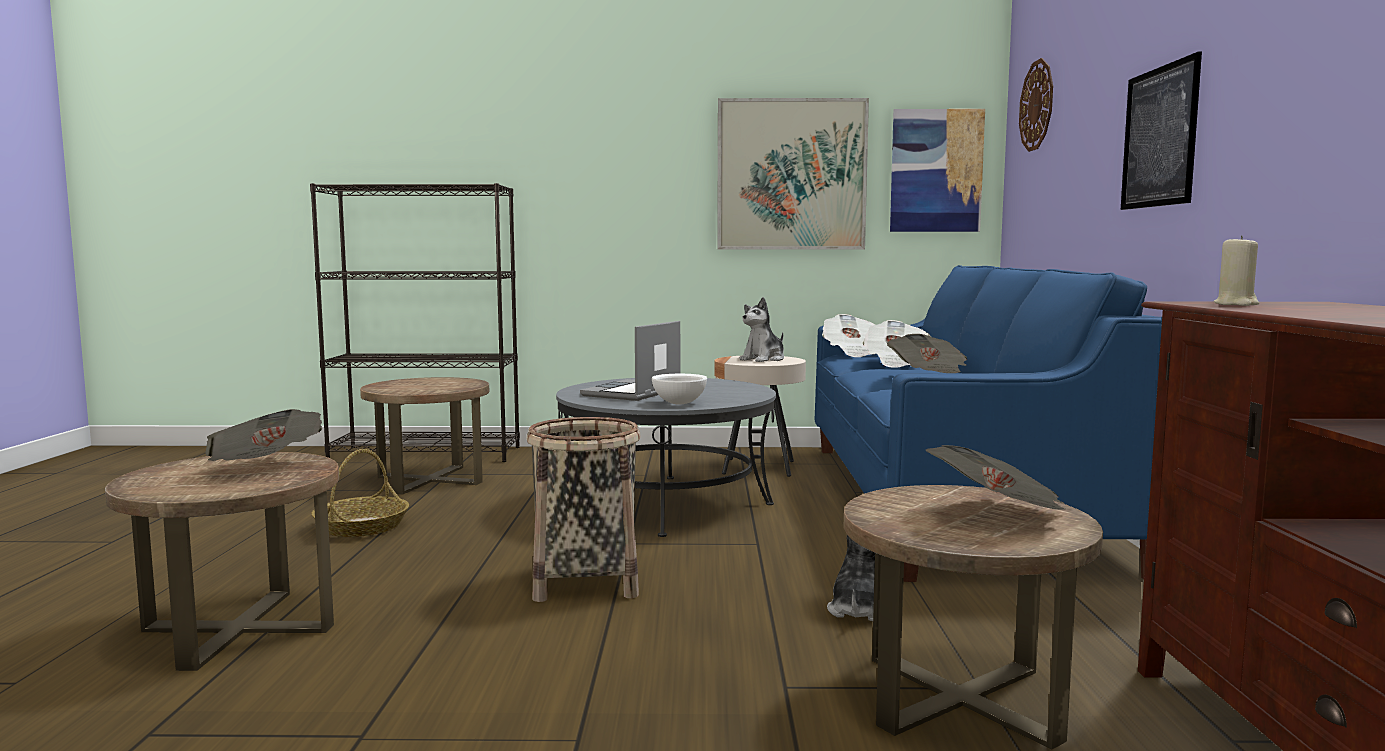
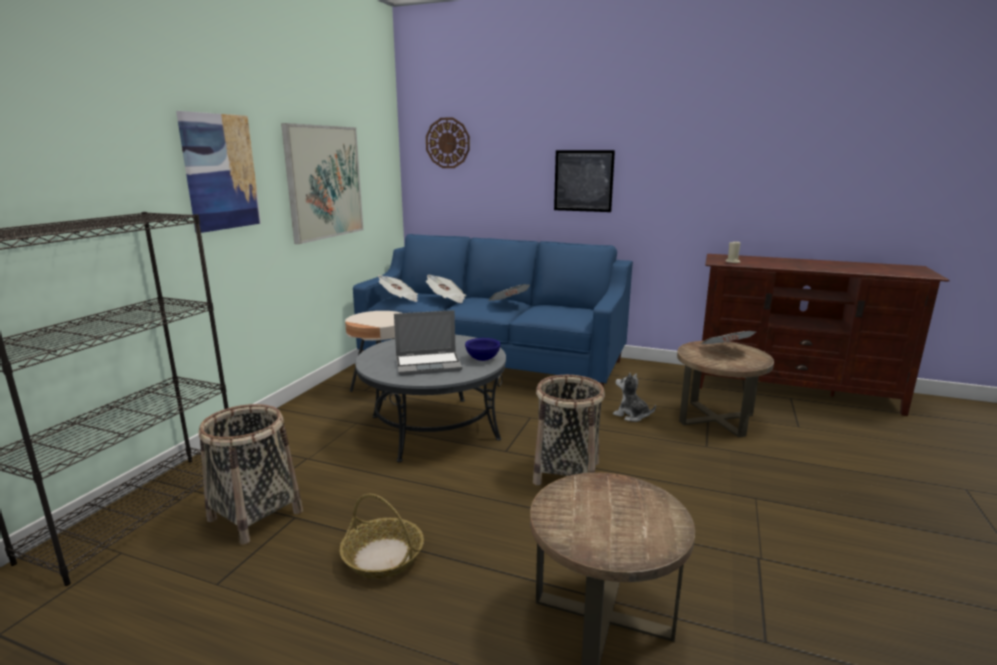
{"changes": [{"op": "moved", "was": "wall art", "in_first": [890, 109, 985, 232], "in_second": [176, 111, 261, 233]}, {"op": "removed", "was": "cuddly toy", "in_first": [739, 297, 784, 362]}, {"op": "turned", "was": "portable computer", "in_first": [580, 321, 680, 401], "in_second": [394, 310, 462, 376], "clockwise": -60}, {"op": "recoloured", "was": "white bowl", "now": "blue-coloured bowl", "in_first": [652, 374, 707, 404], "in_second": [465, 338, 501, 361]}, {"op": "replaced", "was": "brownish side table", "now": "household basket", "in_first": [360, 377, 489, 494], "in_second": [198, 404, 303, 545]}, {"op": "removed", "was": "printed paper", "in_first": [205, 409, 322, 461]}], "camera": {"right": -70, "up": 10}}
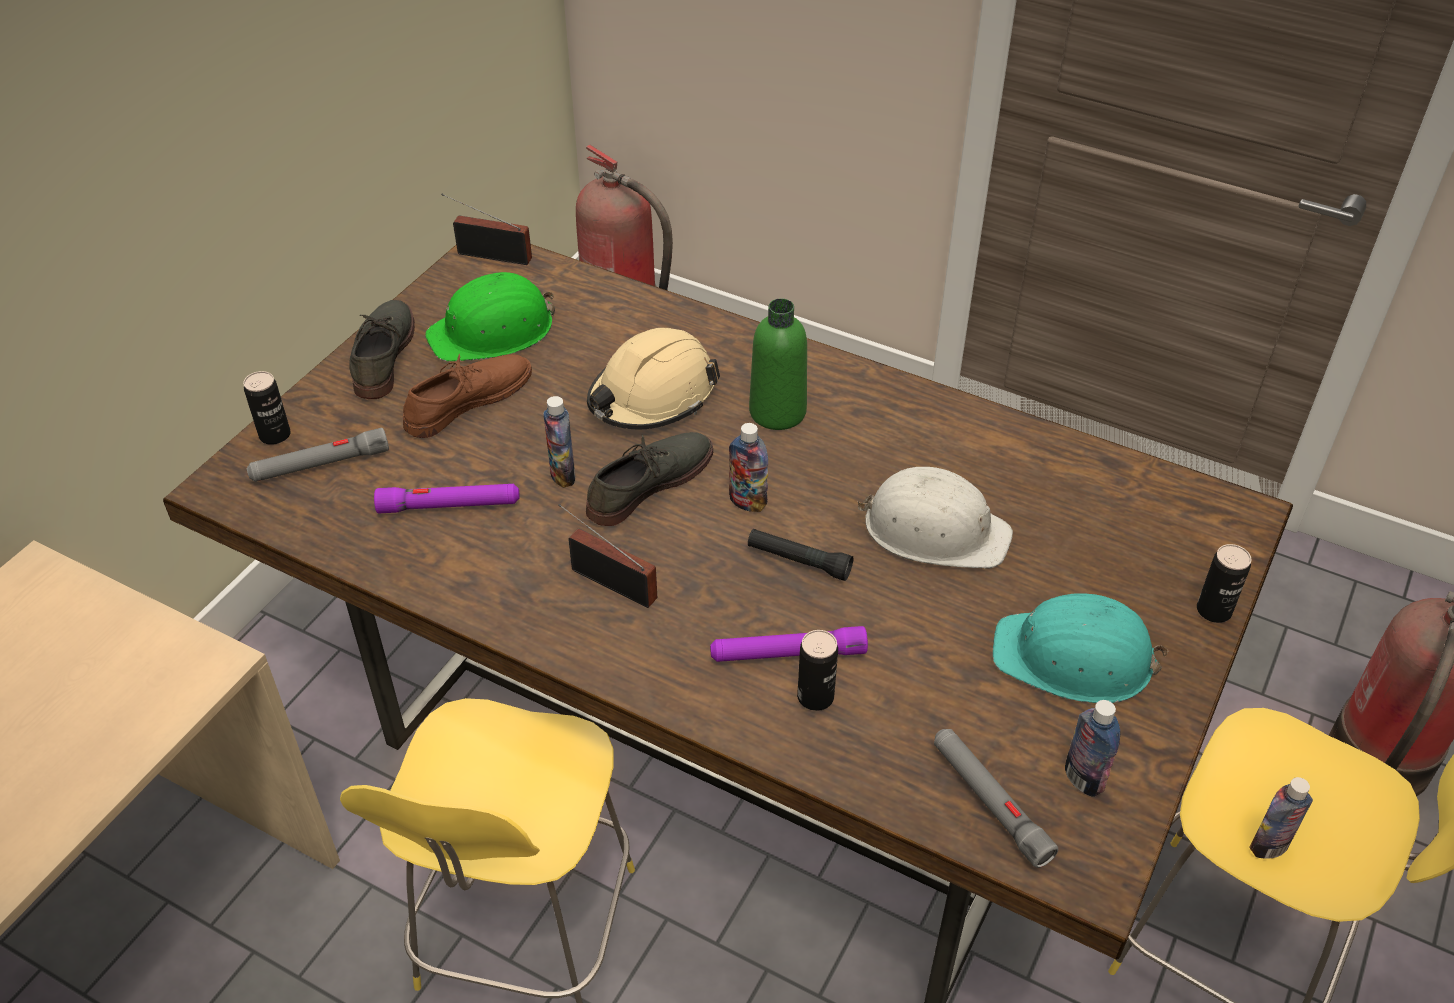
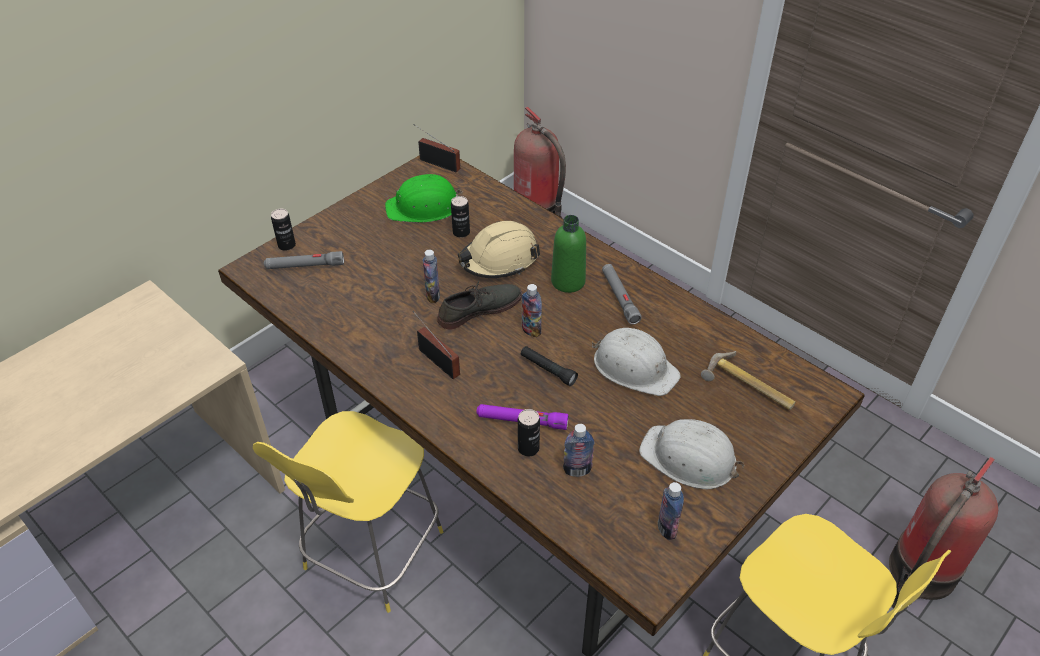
{"changes": [{"op": "removed", "was": "greyish item of footwear", "in_first": [350, 300, 415, 399]}, {"op": "removed", "was": "brownish item of footwear", "in_first": [403, 354, 532, 438]}, {"op": "removed", "was": "purplish torch", "in_first": [374, 484, 520, 513]}, {"op": "moved", "was": "sealed can", "in_first": [1197, 544, 1251, 623], "in_second": [451, 196, 470, 238]}, {"op": "recoloured", "was": "turquoise-coloured hard hat", "now": "white hard hat", "in_first": [993, 593, 1169, 703], "in_second": [639, 419, 745, 489]}, {"op": "moved", "was": "greyish torch", "in_first": [934, 729, 1058, 868], "in_second": [602, 264, 642, 325]}, {"op": "moved", "was": "drink bottle", "in_first": [1249, 777, 1313, 859], "in_second": [563, 424, 594, 477]}, {"op": "added", "now": "hand hammer", "in_second": [701, 351, 795, 410]}], "camera": {"right": 15, "up": 0}}
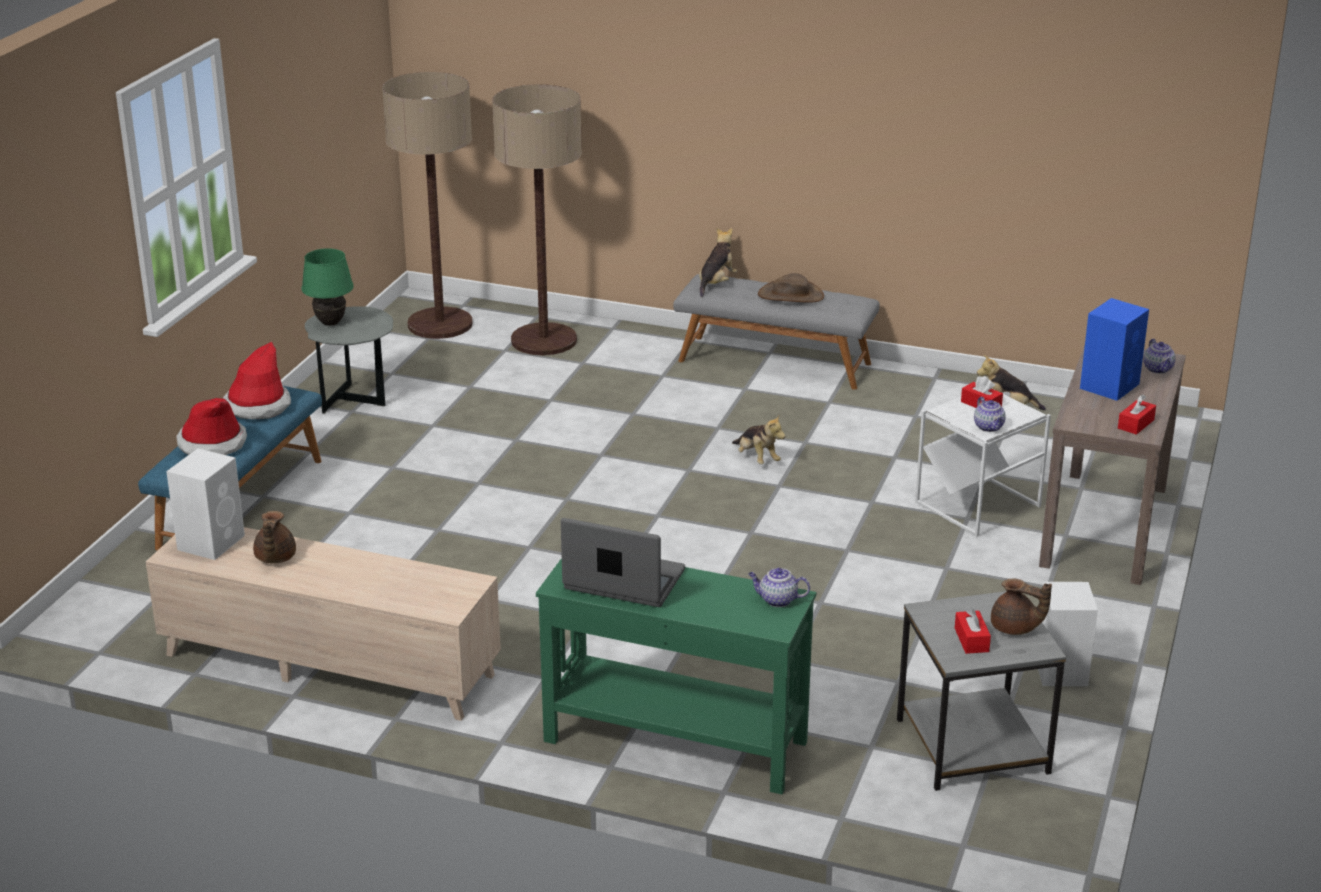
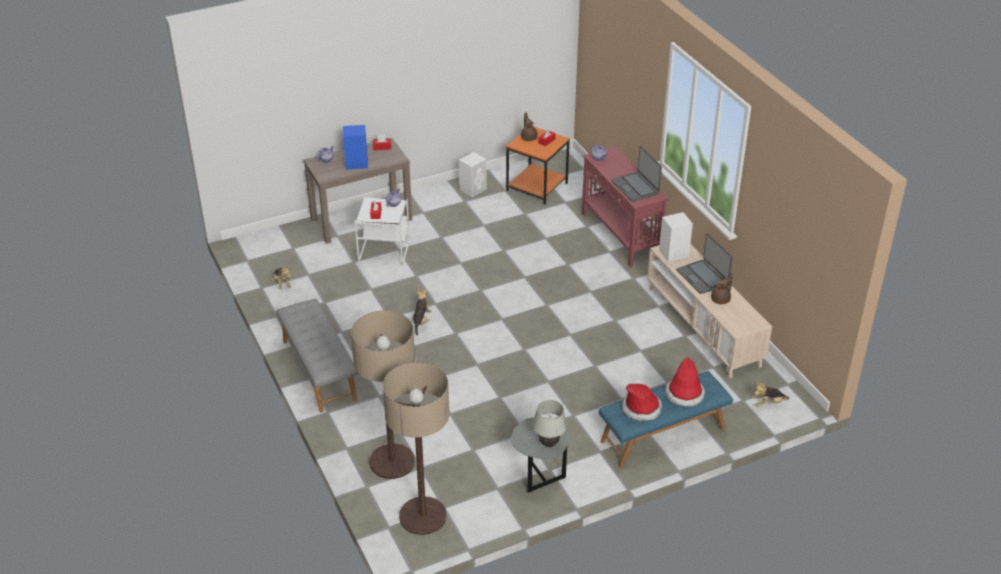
{"changes": [{"op": "moved", "was": "cuddly toy", "in_first": [699, 228, 737, 297], "in_second": [753, 383, 789, 407]}, {"op": "recoloured", "was": "green lamp for a table", "now": "white lamp for a table", "in_first": [302, 248, 354, 326], "in_second": [532, 400, 567, 447]}, {"op": "removed", "was": "brownish wearable hat", "in_first": [758, 273, 824, 303]}, {"op": "moved", "was": "white loudspeaker", "in_first": [166, 449, 245, 560], "in_second": [659, 212, 693, 262]}, {"op": "recoloured", "was": "green hall table", "now": "red-coloured hall table", "in_first": [536, 558, 816, 795], "in_second": [582, 146, 668, 267]}, {"op": "recoloured", "was": "greyish side table", "now": "orange side table", "in_first": [897, 591, 1066, 791], "in_second": [506, 126, 570, 205]}, {"op": "added", "now": "portable computer", "in_second": [676, 233, 733, 294]}], "camera": {"right": -135, "up": 10}}
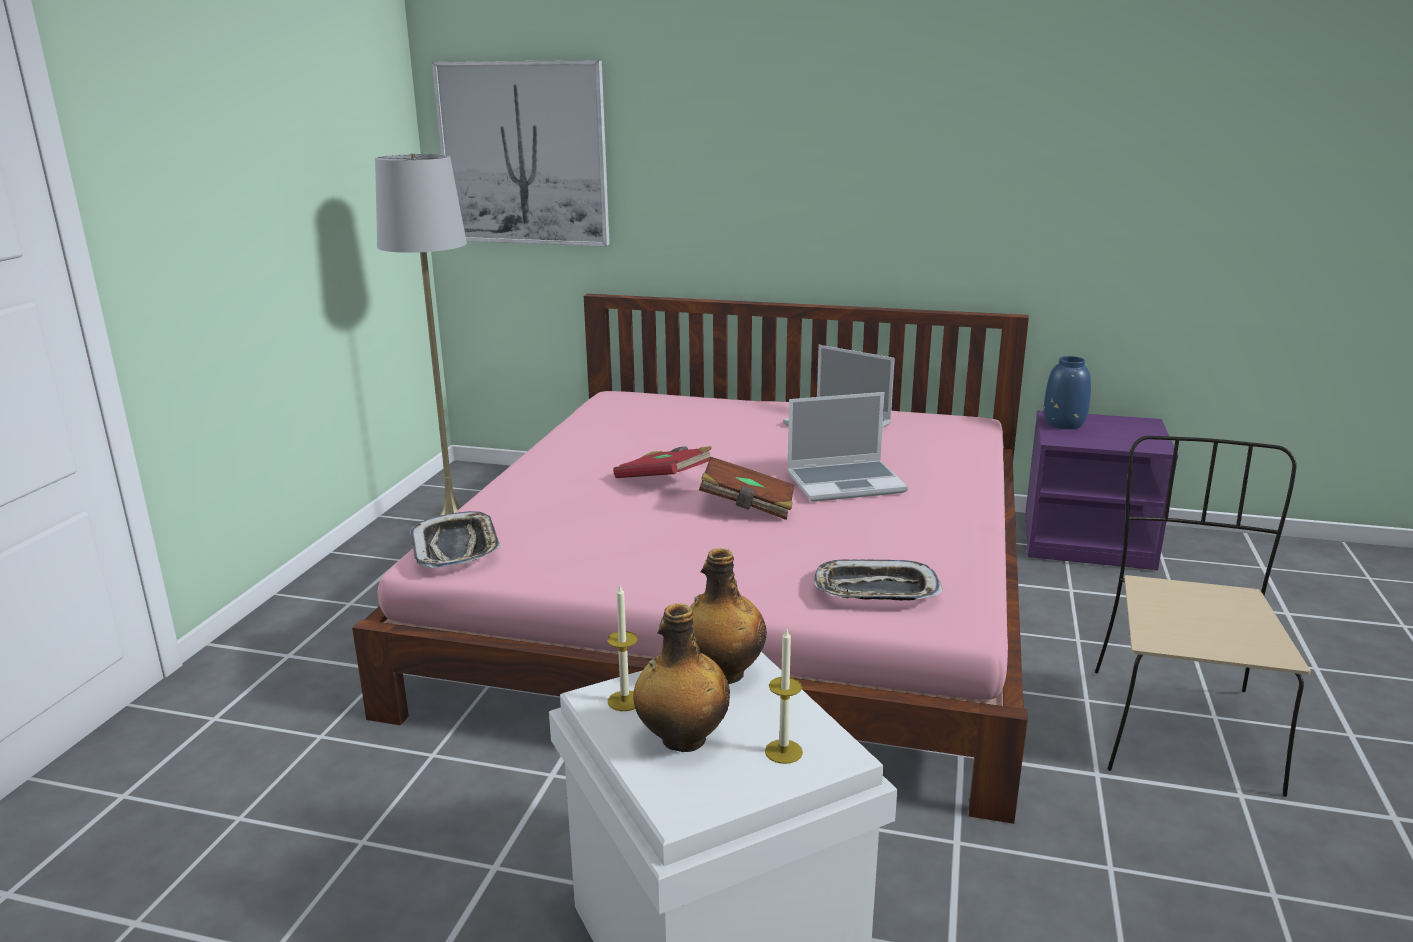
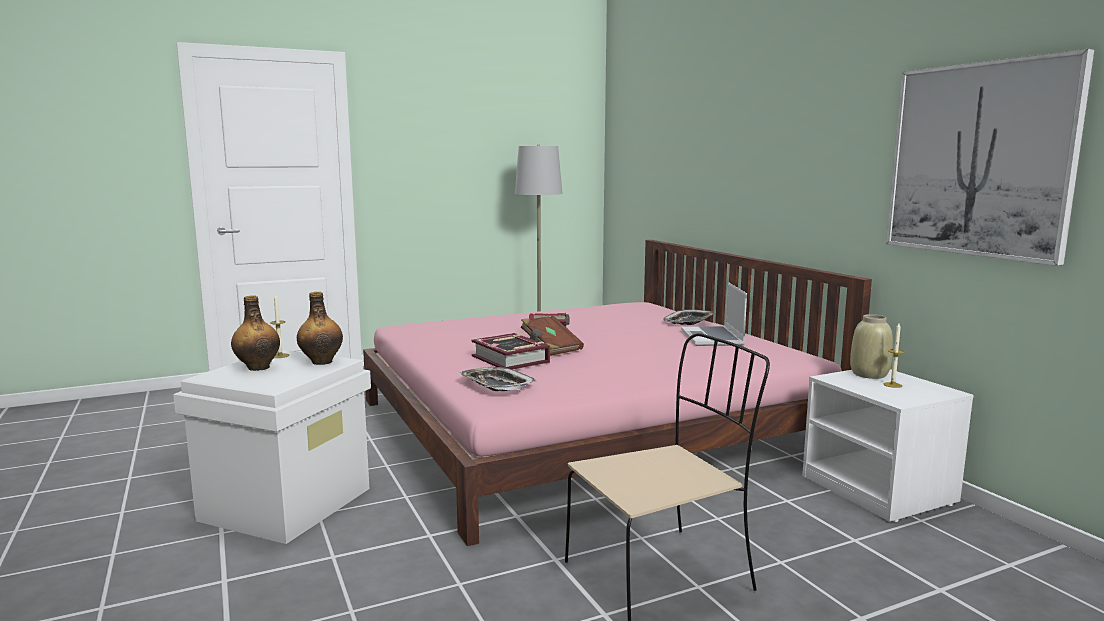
{"changes": [{"op": "moved", "was": "wall art", "in_first": [432, 60, 610, 247], "in_second": [886, 49, 1094, 266]}, {"op": "recoloured", "was": "blue-coloured vase", "now": "beige-coloured vase", "in_first": [1043, 356, 1091, 429], "in_second": [850, 314, 893, 379]}, {"op": "removed", "was": "portable computer", "in_first": [787, 392, 908, 502]}, {"op": "recoloured", "was": "purplish nightstand", "now": "white nightstand", "in_first": [1025, 410, 1178, 571], "in_second": [802, 369, 973, 522]}, {"op": "moved", "was": "serving tray", "in_first": [411, 511, 501, 569], "in_second": [663, 310, 715, 325]}, {"op": "moved", "was": "wax light", "in_first": [765, 627, 803, 764], "in_second": [884, 323, 904, 388]}, {"op": "added", "now": "book", "in_second": [471, 333, 550, 370]}], "camera": {"right": 50, "up": -10}}
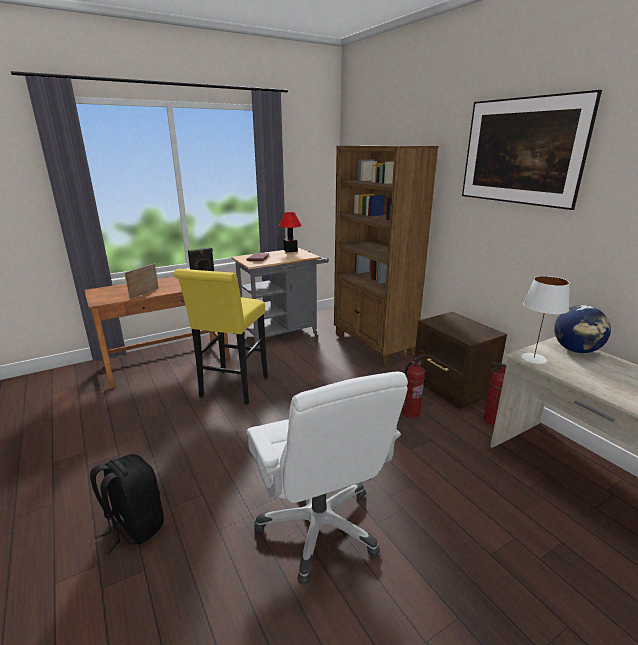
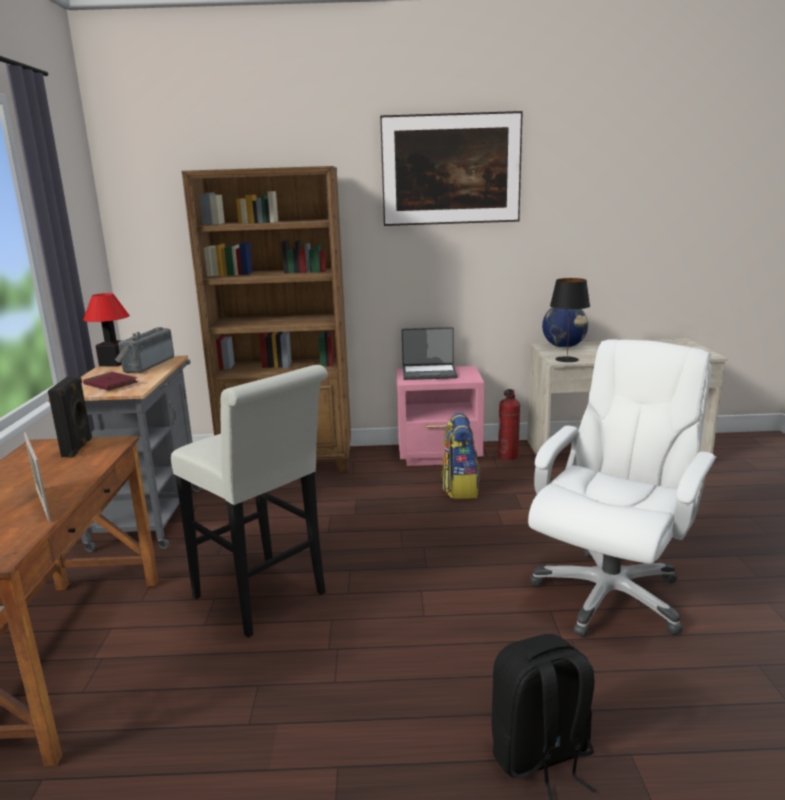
{"changes": [{"op": "recoloured", "was": "yellowish sitting stool", "now": "white sitting stool", "in_first": [173, 269, 268, 404], "in_second": [171, 365, 328, 638]}, {"op": "recoloured", "was": "white lamp for a table", "now": "black lamp for a table", "in_first": [521, 276, 570, 364], "in_second": [550, 278, 590, 362]}, {"op": "recoloured", "was": "brownish nightstand", "now": "pink nightstand", "in_first": [414, 312, 507, 409], "in_second": [396, 366, 484, 466]}, {"op": "replaced", "was": "fire-fighting cylinder", "now": "knapsack", "in_first": [402, 354, 426, 418], "in_second": [441, 413, 480, 499]}, {"op": "turned", "was": "white office chair", "in_first": [247, 371, 408, 584], "in_second": [528, 339, 716, 637], "clockwise": -60}, {"op": "added", "now": "radio", "in_second": [115, 327, 174, 373]}, {"op": "added", "now": "portable computer", "in_second": [402, 327, 457, 380]}], "camera": {"right": -60, "up": -5}}
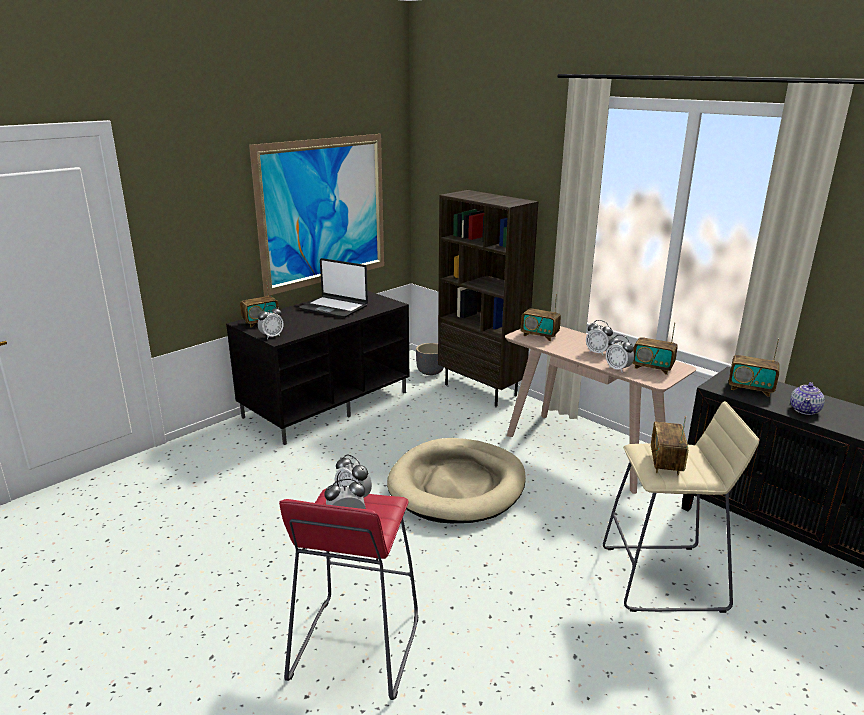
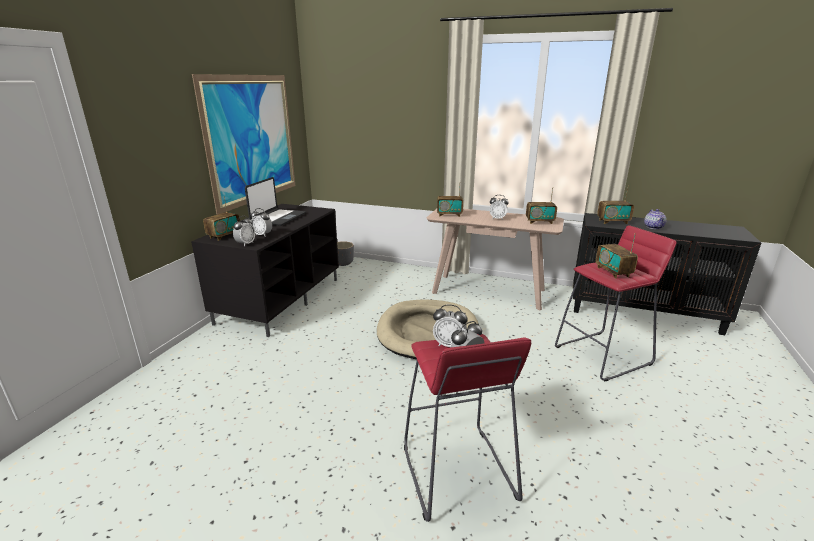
{"changes": [{"op": "removed", "was": "brownish bookshelf", "in_first": [438, 190, 538, 406]}, {"op": "turned", "was": "portable computer", "in_first": [299, 258, 368, 318], "in_second": [245, 177, 305, 226], "clockwise": -75}, {"op": "moved", "was": "table clock", "in_first": [606, 335, 634, 372], "in_second": [251, 208, 272, 237]}, {"op": "recoloured", "was": "beige-coloured sitting stool", "now": "red-coloured sitting stool", "in_first": [603, 401, 759, 613], "in_second": [555, 225, 677, 381]}], "camera": {"right": -25, "up": 0}}
